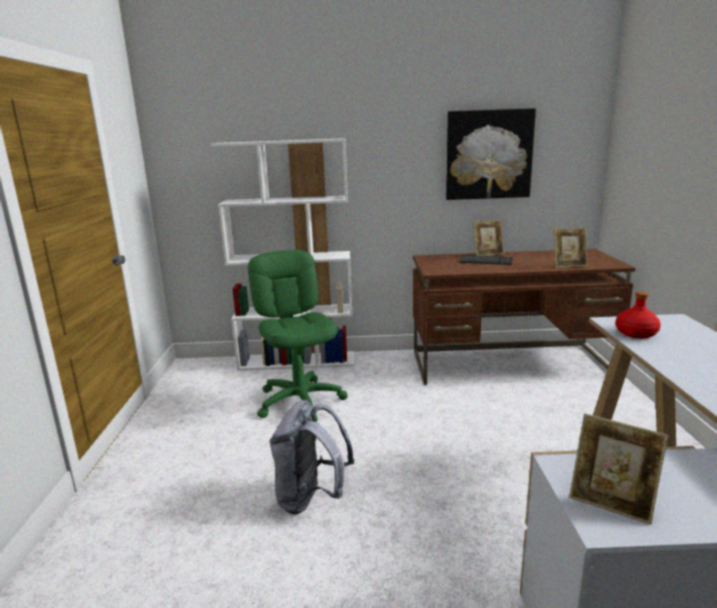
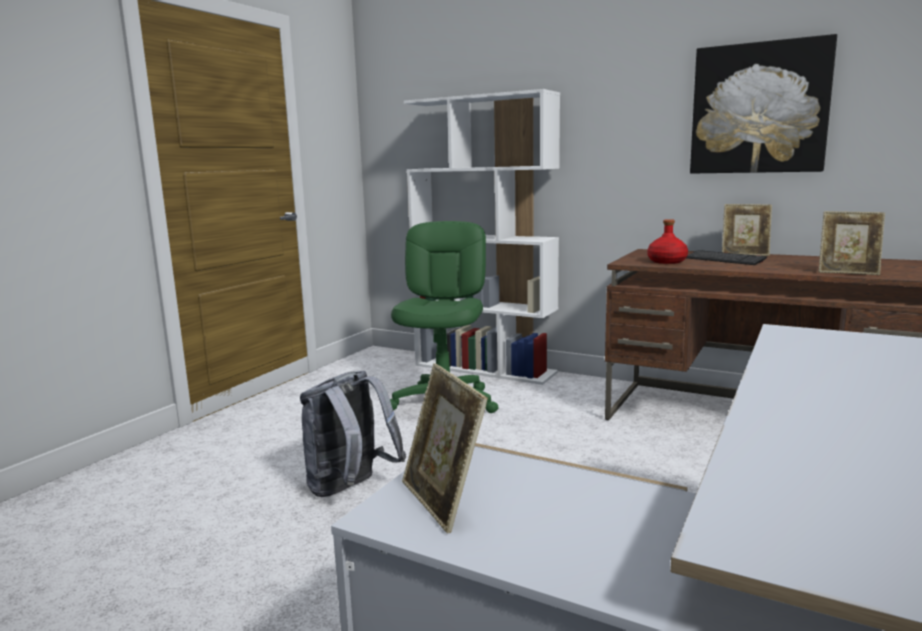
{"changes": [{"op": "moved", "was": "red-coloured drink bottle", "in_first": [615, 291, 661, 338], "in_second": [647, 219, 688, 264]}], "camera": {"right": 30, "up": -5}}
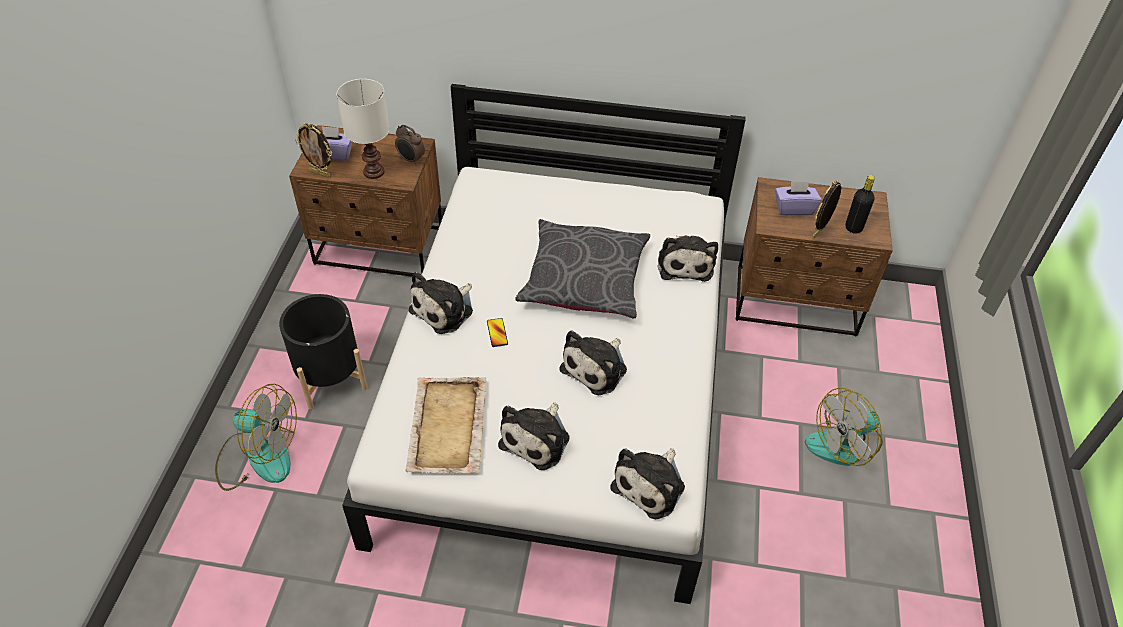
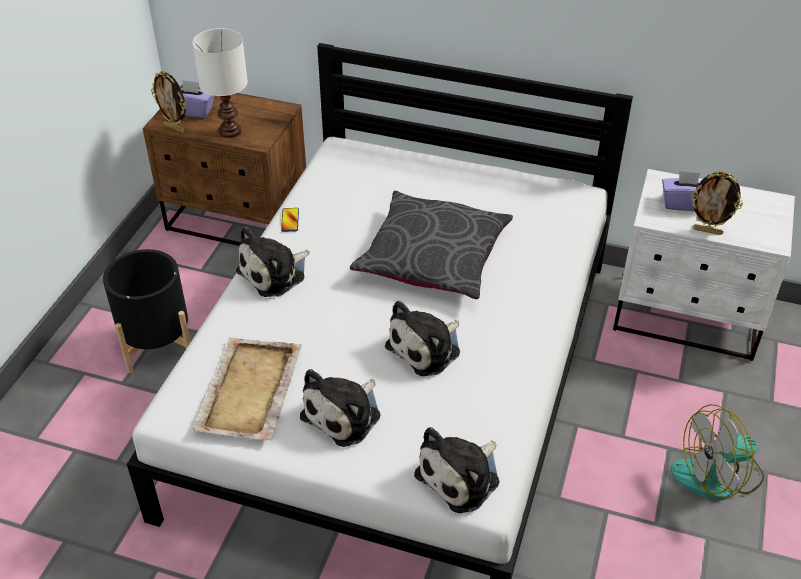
{"changes": [{"op": "removed", "was": "table clock", "in_first": [395, 125, 425, 165]}, {"op": "removed", "was": "black drink bottle", "in_first": [846, 175, 875, 234]}, {"op": "recoloured", "was": "brownish nightstand", "now": "white nightstand", "in_first": [736, 177, 893, 337], "in_second": [613, 169, 795, 361]}, {"op": "turned", "was": "standing frame", "in_first": [813, 180, 841, 238], "in_second": [691, 171, 743, 235], "clockwise": -120}, {"op": "removed", "was": "cuddly toy", "in_first": [658, 235, 718, 282]}, {"op": "moved", "was": "phone", "in_first": [487, 318, 508, 347], "in_second": [281, 208, 299, 232]}, {"op": "removed", "was": "fan", "in_first": [215, 384, 297, 491]}], "camera": {"right": 10, "up": -5}}
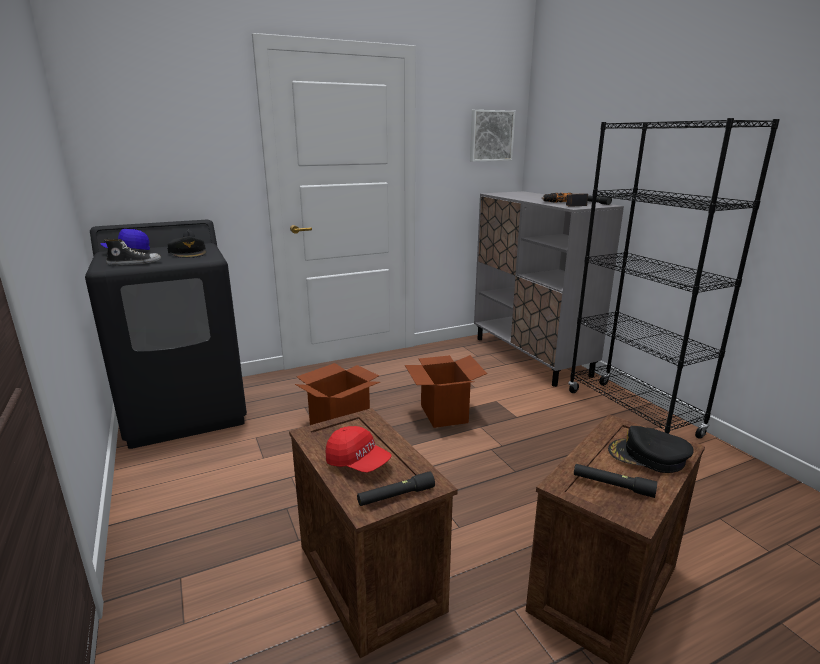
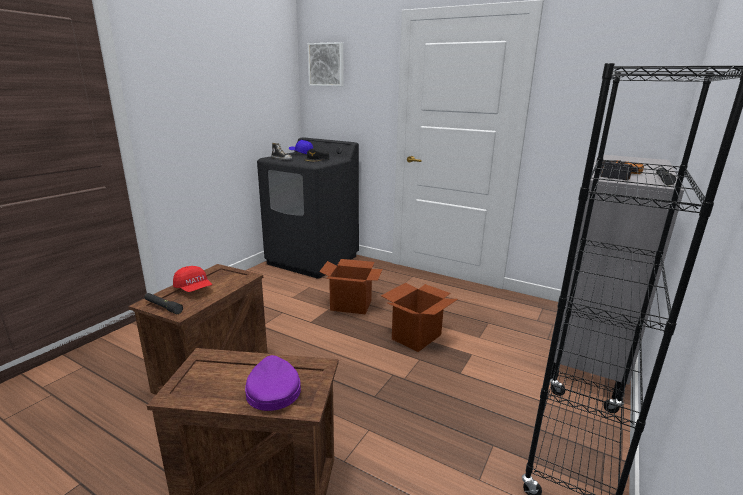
{"changes": [{"op": "moved", "was": "wall art", "in_first": [470, 110, 515, 162], "in_second": [308, 42, 344, 86]}, {"op": "turned", "was": "red-coloured peaked cap", "in_first": [326, 426, 391, 473], "in_second": [173, 266, 212, 292], "clockwise": -45}, {"op": "recoloured", "was": "black peaked cap", "now": "purplish peaked cap", "in_first": [608, 426, 694, 473], "in_second": [245, 355, 301, 411]}, {"op": "removed", "was": "black torch", "in_first": [574, 464, 657, 498]}], "camera": {"right": 55, "up": 0}}
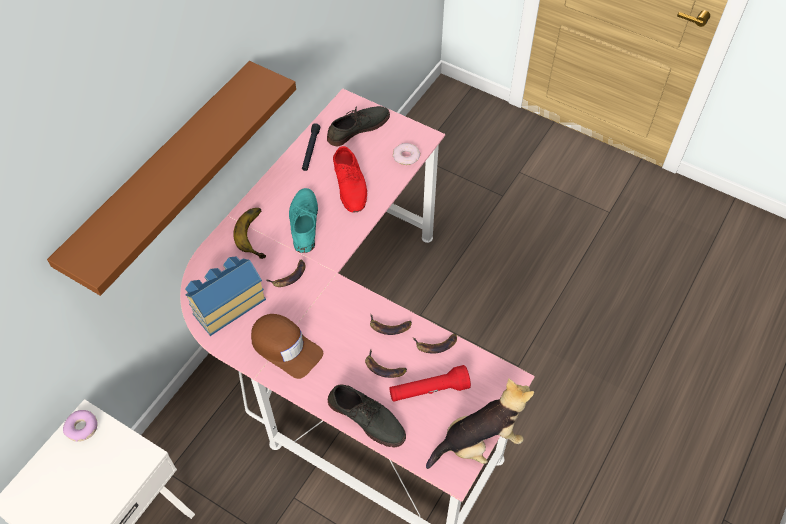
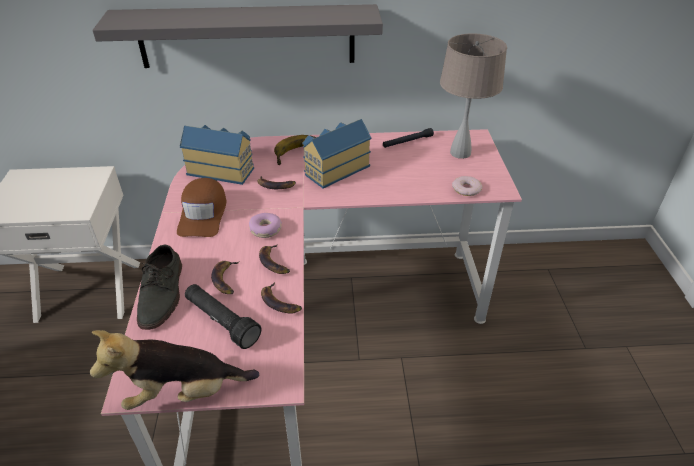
{"changes": [{"op": "recoloured", "was": "brownish shelf", "now": "greyish shelf", "in_first": [47, 61, 296, 296], "in_second": [92, 4, 383, 68]}, {"op": "replaced", "was": "greyish item of footwear", "now": "beige-coloured lamp for a table", "in_first": [327, 106, 390, 146], "in_second": [440, 33, 507, 159]}, {"op": "removed", "was": "red-coloured item of footwear", "in_first": [333, 146, 367, 213]}, {"op": "replaced", "was": "turquoise-coloured item of footwear", "now": "miniature house", "in_first": [289, 188, 318, 253], "in_second": [303, 119, 371, 189]}, {"op": "recoloured", "was": "red-coloured torch", "now": "black torch", "in_first": [389, 365, 471, 402], "in_second": [185, 284, 261, 349]}, {"op": "turned", "was": "cuddly toy", "in_first": [426, 378, 534, 469], "in_second": [90, 330, 259, 410], "clockwise": 135}, {"op": "moved", "was": "donut", "in_first": [63, 410, 98, 442], "in_second": [249, 213, 282, 238]}], "camera": {"right": 55, "up": -15}}
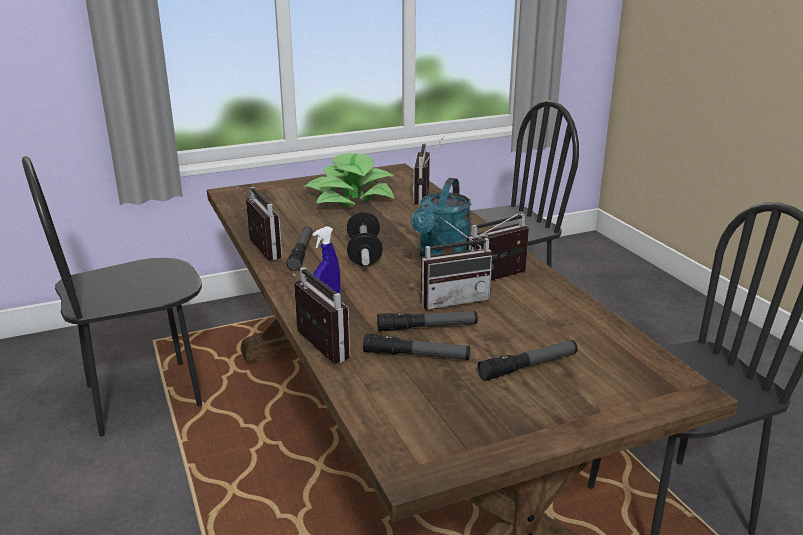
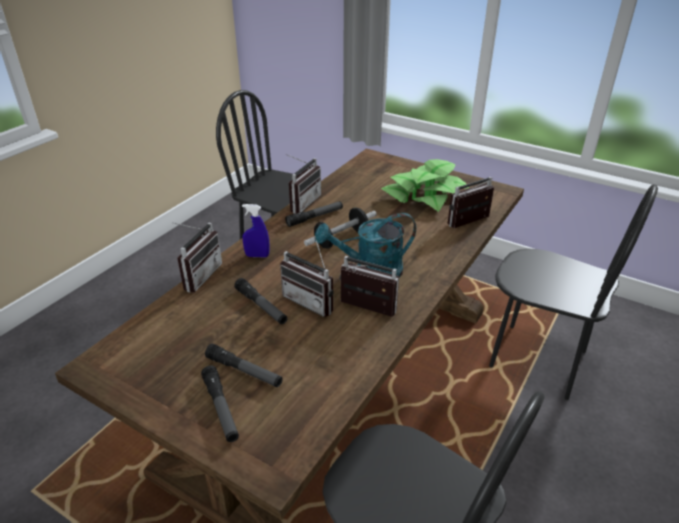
{"changes": [{"op": "moved", "was": "torch", "in_first": [363, 333, 470, 360], "in_second": [201, 365, 239, 442]}], "camera": {"right": 55, "up": 10}}
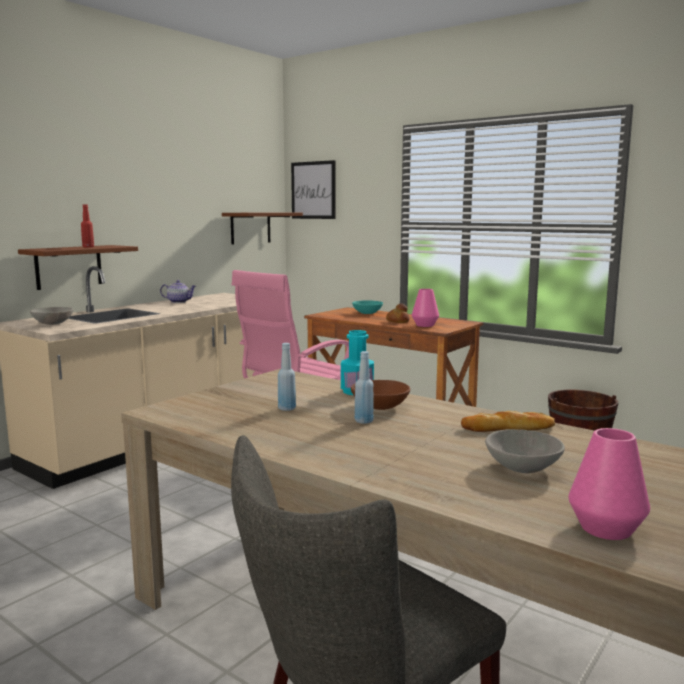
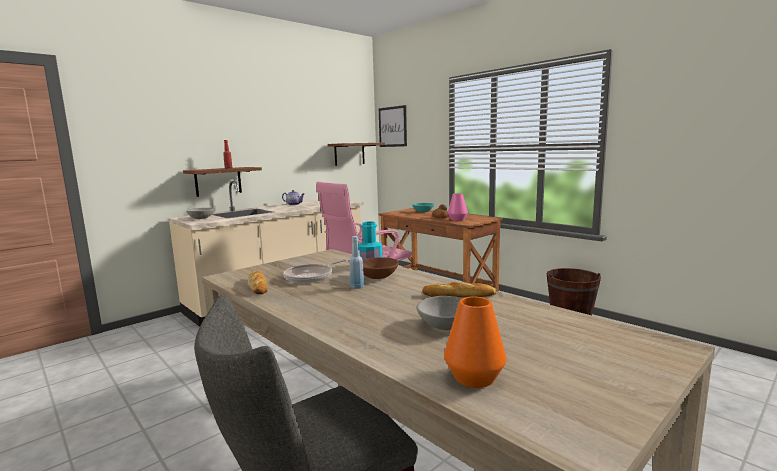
{"changes": [{"op": "replaced", "was": "blue-coloured drink bottle", "now": "pan", "in_first": [278, 343, 296, 411], "in_second": [283, 259, 346, 283]}, {"op": "recoloured", "was": "pink vase", "now": "orange vase", "in_first": [568, 428, 650, 540], "in_second": [444, 297, 507, 388]}, {"op": "added", "now": "baked bread", "in_second": [247, 271, 268, 294]}], "camera": {"right": 10, "up": 0}}
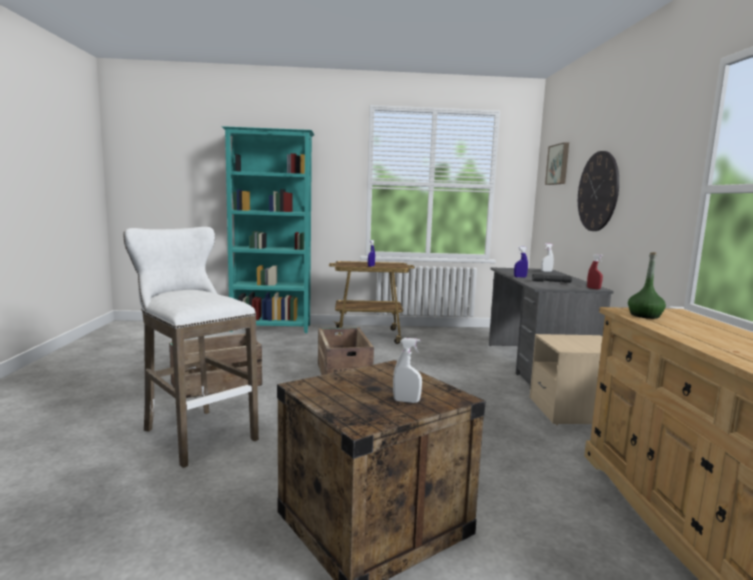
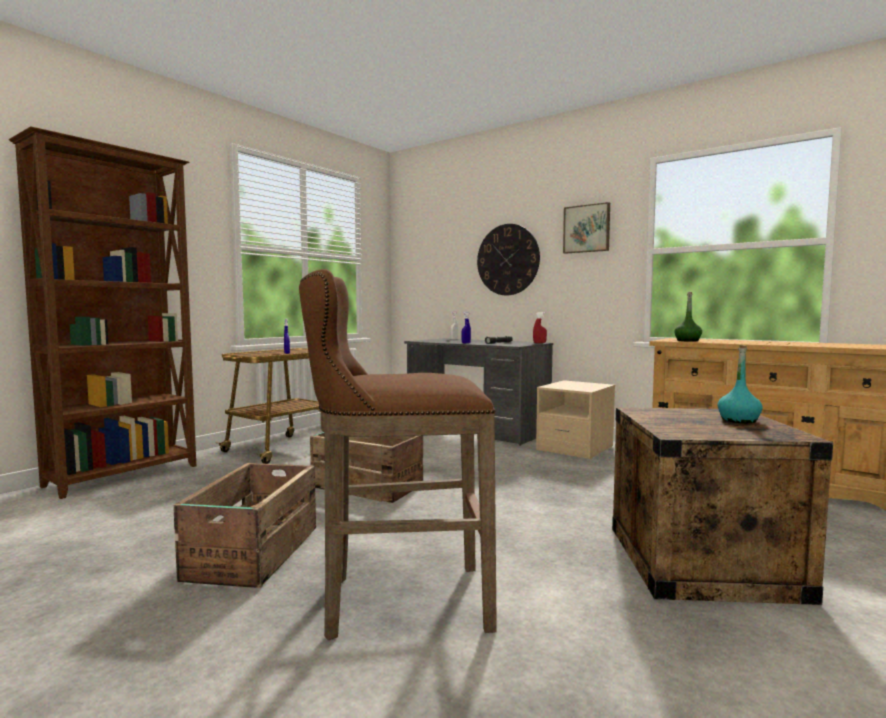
{"changes": [{"op": "recoloured", "was": "turquoise-coloured bookshelf", "now": "brownish bookshelf", "in_first": [221, 126, 314, 333], "in_second": [9, 126, 196, 499]}, {"op": "moved", "was": "wall art", "in_first": [545, 142, 569, 185], "in_second": [563, 202, 610, 254]}, {"op": "recoloured", "was": "white sitting stool", "now": "brownish sitting stool", "in_first": [123, 227, 259, 468], "in_second": [299, 269, 497, 640]}, {"op": "replaced", "was": "white sprayer", "now": "turquoise-coloured drink bottle", "in_first": [393, 338, 422, 403], "in_second": [717, 345, 763, 423]}], "camera": {"right": -50, "up": -5}}
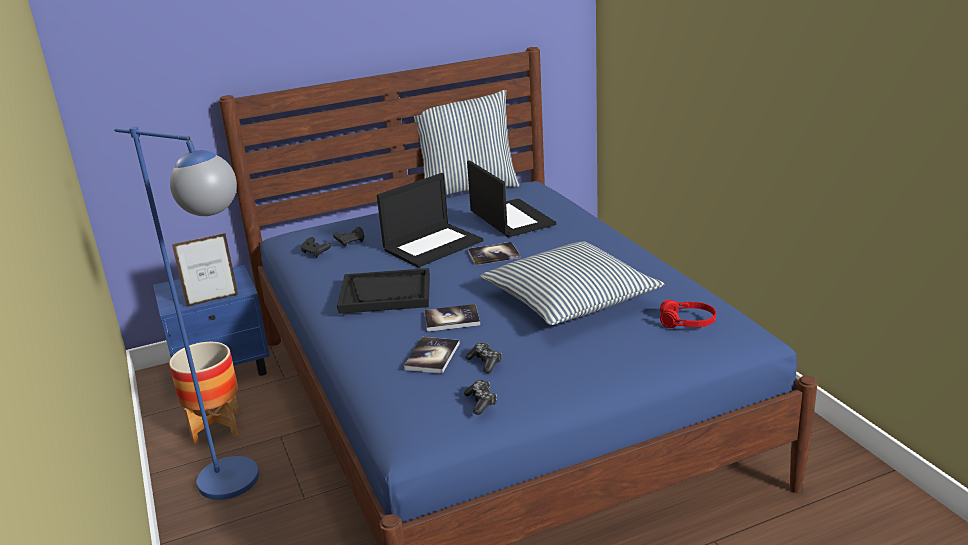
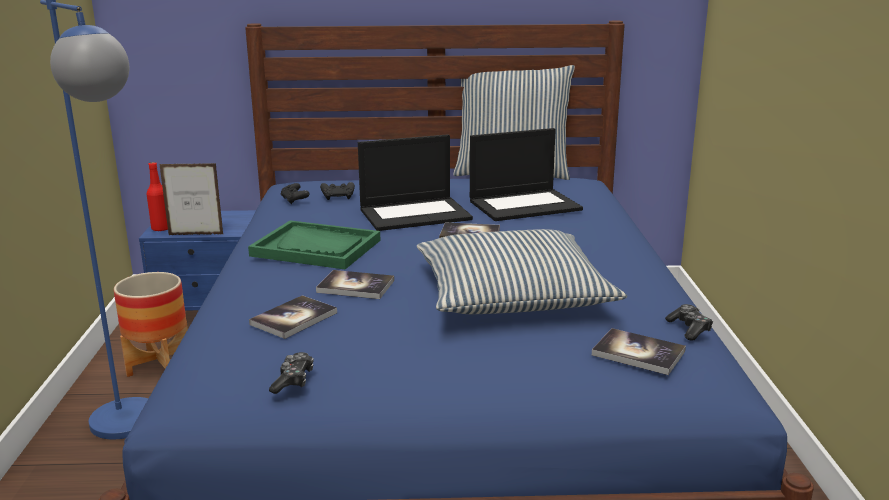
{"changes": [{"op": "turned", "was": "portable computer", "in_first": [467, 160, 556, 237], "in_second": [470, 128, 583, 221], "clockwise": 75}, {"op": "recoloured", "was": "black serving tray", "now": "green serving tray", "in_first": [337, 268, 430, 314], "in_second": [248, 220, 381, 269]}, {"op": "replaced", "was": "red-coloured headset", "now": "book", "in_first": [660, 299, 716, 328], "in_second": [592, 328, 686, 375]}, {"op": "moved", "was": "gamepad", "in_first": [465, 343, 502, 373], "in_second": [665, 304, 713, 340]}, {"op": "added", "now": "red-coloured drink bottle", "in_second": [147, 162, 168, 231]}], "camera": {"right": 20, "up": -5}}
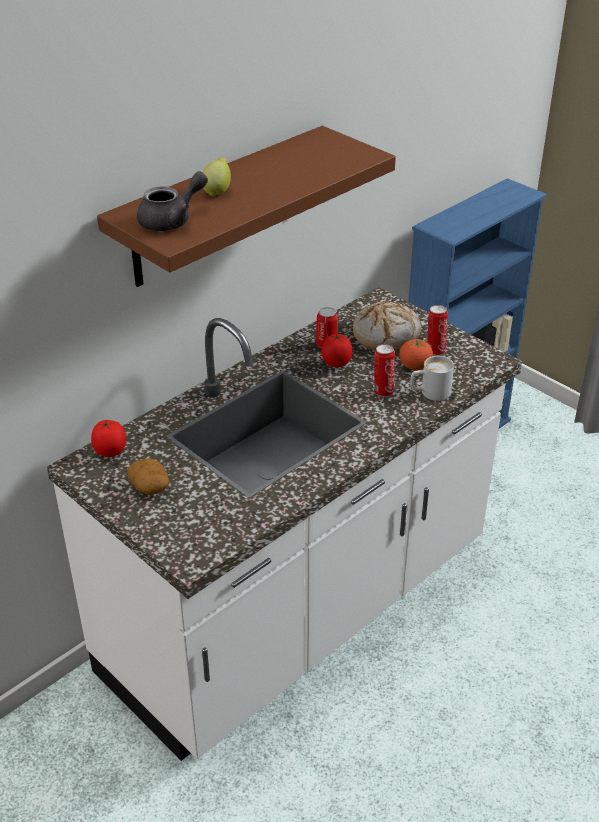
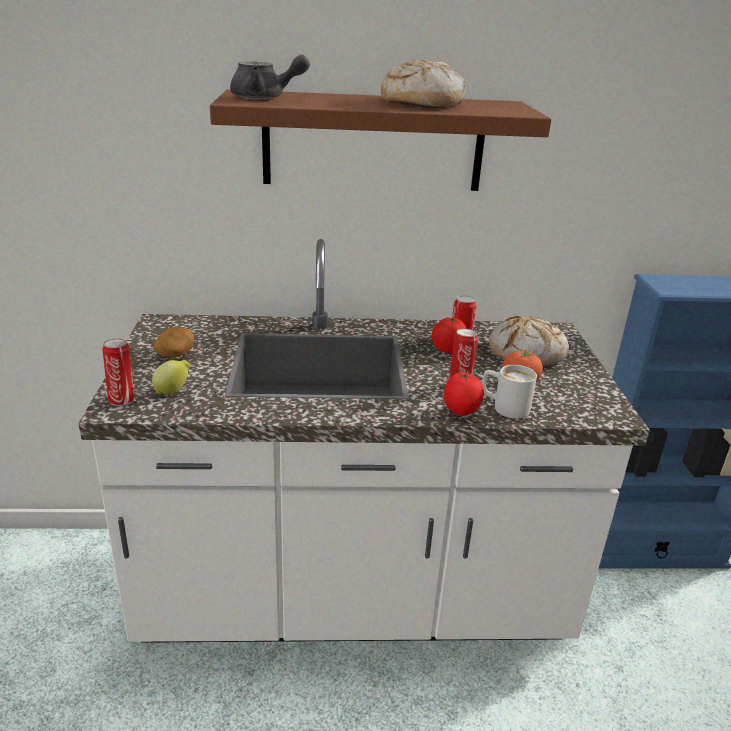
{"changes": [{"op": "moved", "was": "whole lemon", "in_first": [203, 157, 231, 197], "in_second": [152, 360, 190, 395]}, {"op": "moved", "was": "sealed can", "in_first": [427, 305, 448, 356], "in_second": [102, 339, 134, 406]}, {"op": "moved", "was": "whole tomato", "in_first": [91, 420, 126, 457], "in_second": [444, 373, 484, 415]}, {"op": "added", "now": "baked bread", "in_second": [381, 60, 466, 108]}], "camera": {"right": 40, "up": -10}}
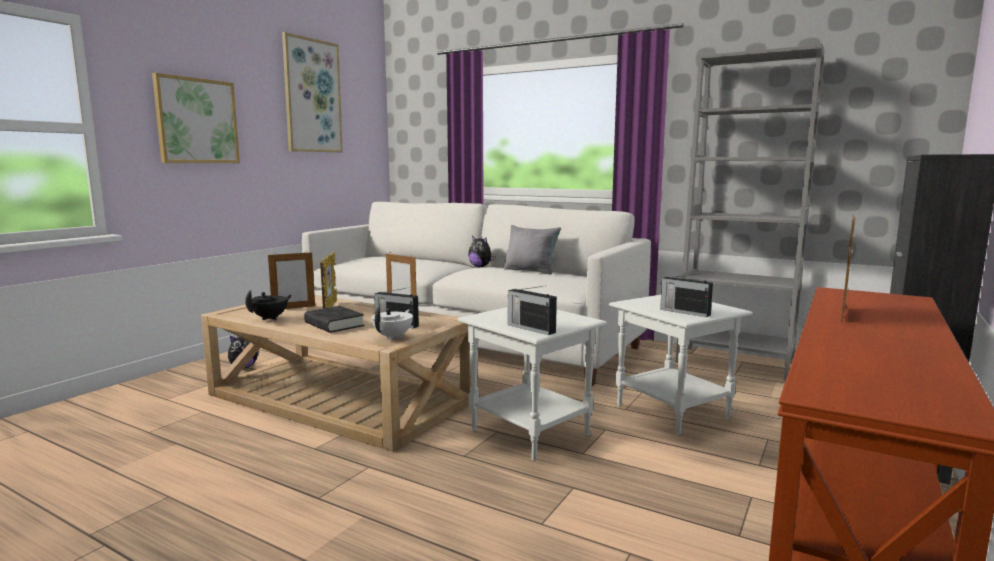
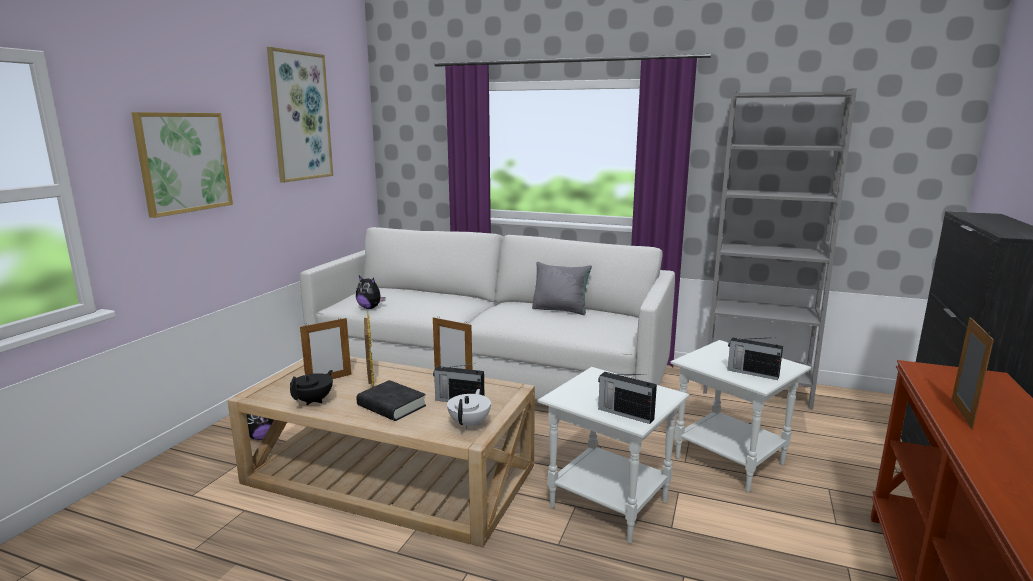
{"changes": [{"op": "moved", "was": "cuddly toy", "in_first": [468, 236, 496, 267], "in_second": [356, 276, 385, 309]}], "camera": {"right": -10, "up": 5}}
